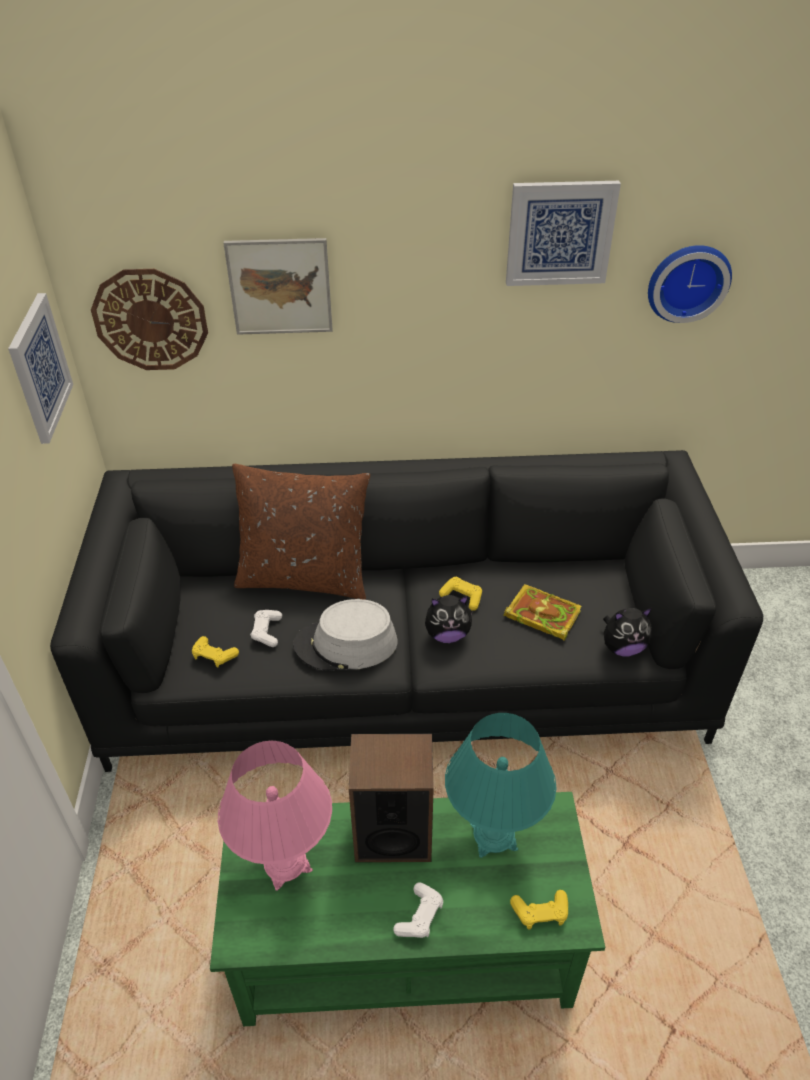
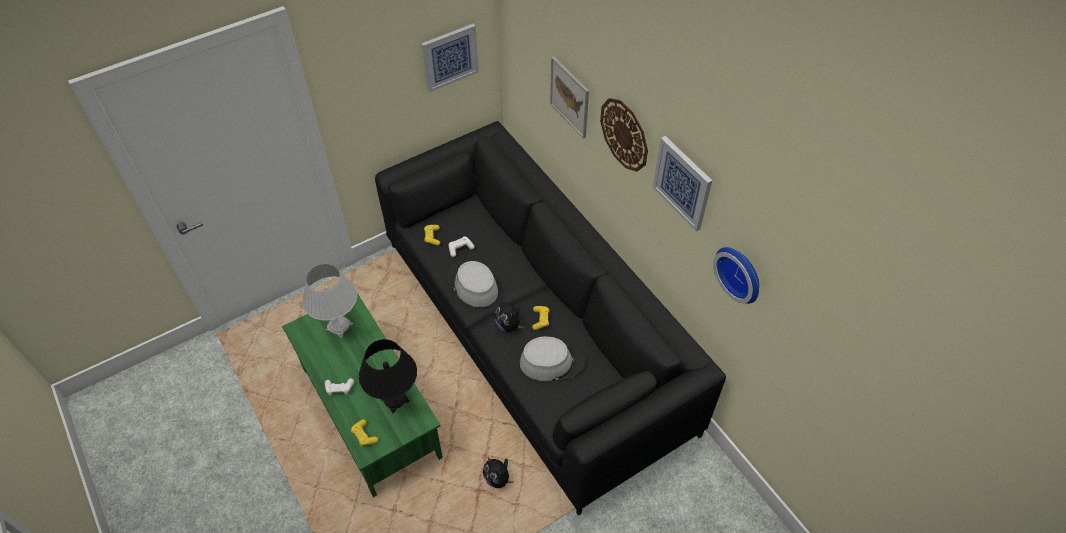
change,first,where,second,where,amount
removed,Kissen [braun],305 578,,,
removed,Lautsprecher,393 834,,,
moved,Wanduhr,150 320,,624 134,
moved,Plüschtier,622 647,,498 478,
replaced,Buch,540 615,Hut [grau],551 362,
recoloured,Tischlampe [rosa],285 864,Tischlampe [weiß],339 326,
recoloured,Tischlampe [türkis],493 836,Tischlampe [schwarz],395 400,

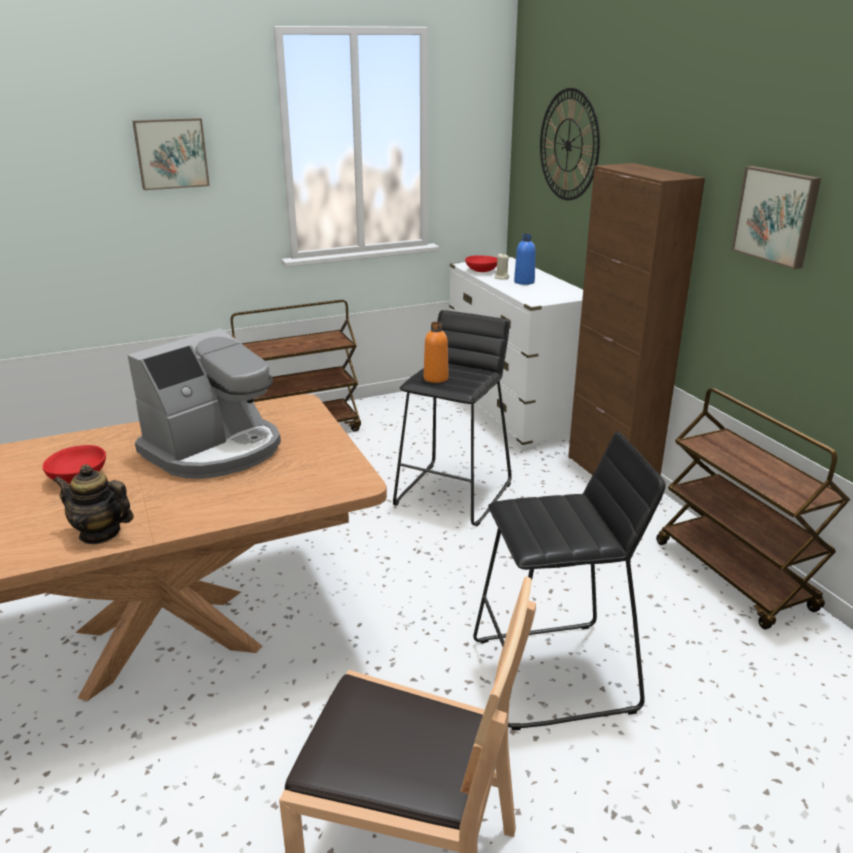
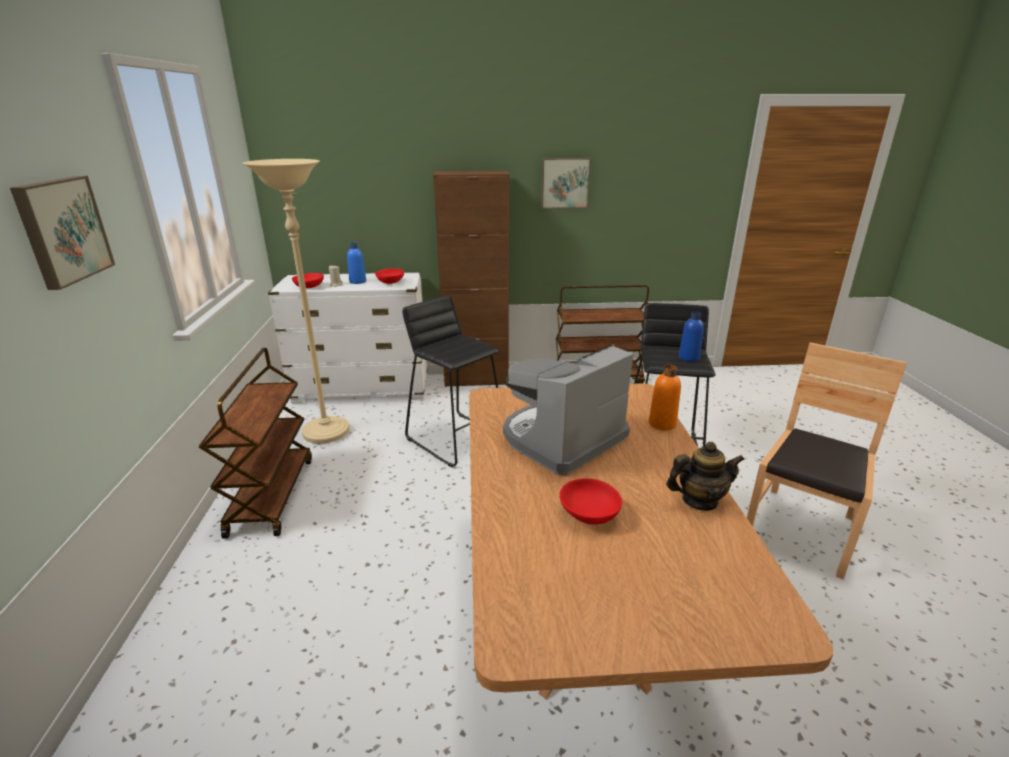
change,first,where,second,where,amount
removed,Wanduhr,568 145,,,
added,,,Stehlampe [beige],326 432,
added,,,Schüssel [rot],391 282,
added,,,Flasche [blau],689 357,
moved,Flasche [orange],436 378,,662 424,
turned,Teekanne,100 533,,699 500,135 degrees counterclockwise
turned,Kaffeemaschine,215 450,,562 439,105 degrees counterclockwise

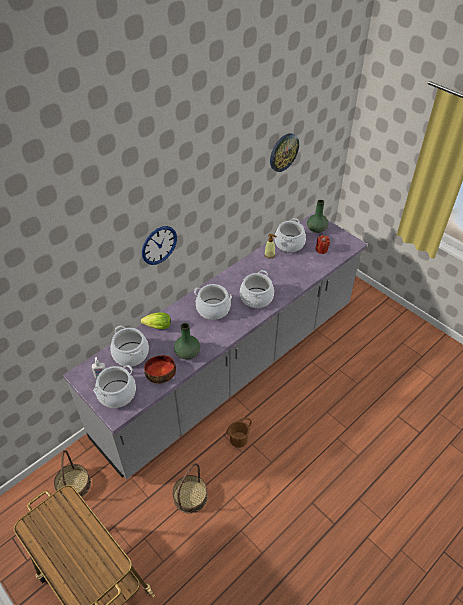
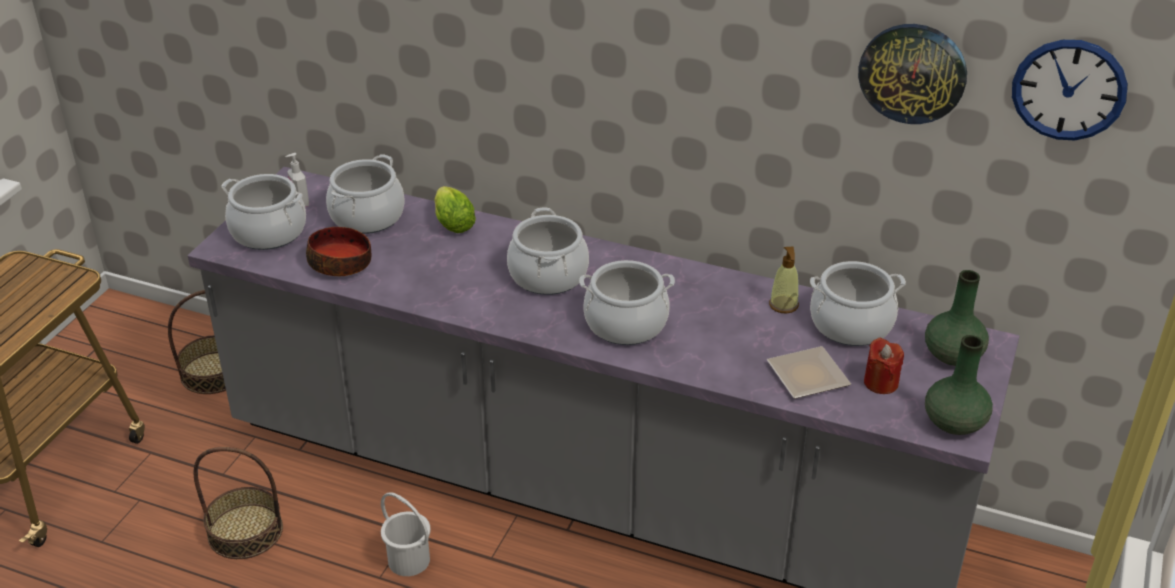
change,first,where,second,where,amount
added,,,Teller,808 374,
moved,Wanduhr,159 245,,1069 89,
moved,Vase [grün],187 353,,954 423,
recoloured,Eimer [braun],238 439,Eimer [weiß],409 559,

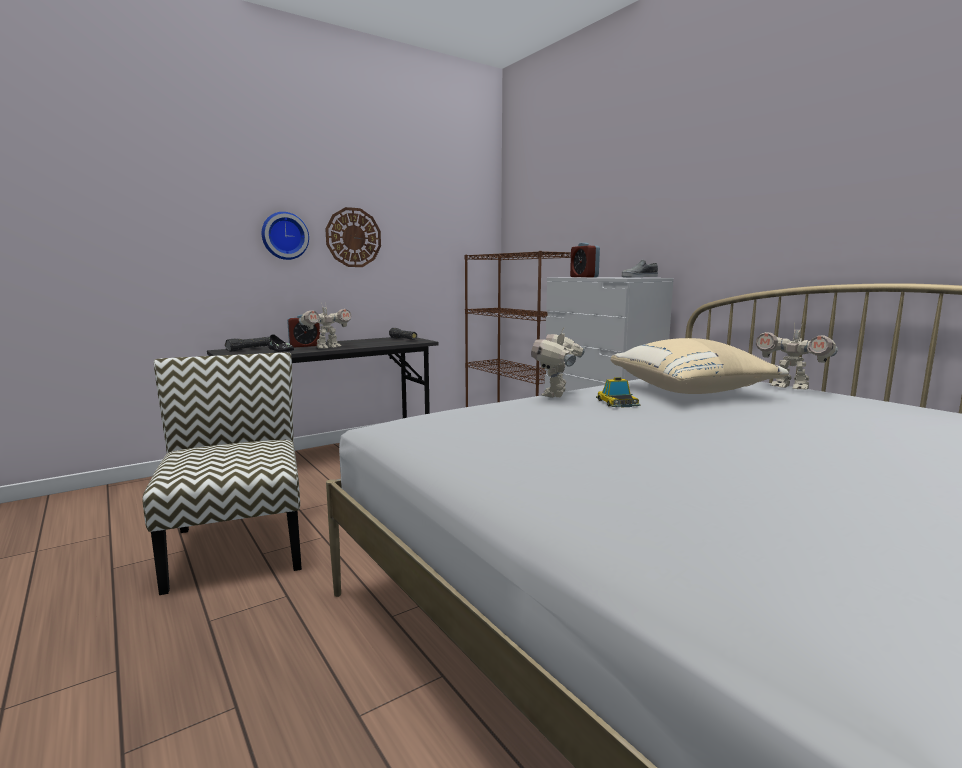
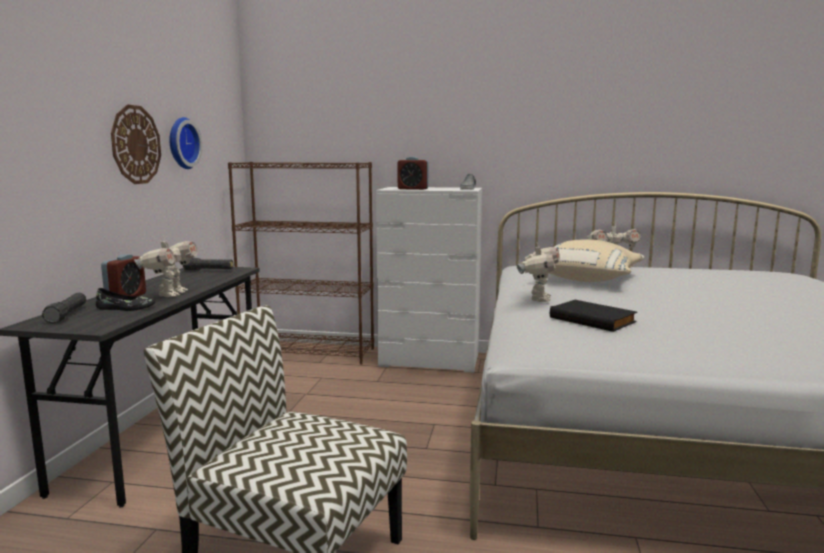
change,first,where,second,where,amount
removed,Spielzeugauto,617 403,,,
added,,,Buch [schwarz],593 319,
moved,Wanduhr,284 236,,181 143,
turned,Spielzeugroboter,556 395,,538 299,135 degrees counterclockwise

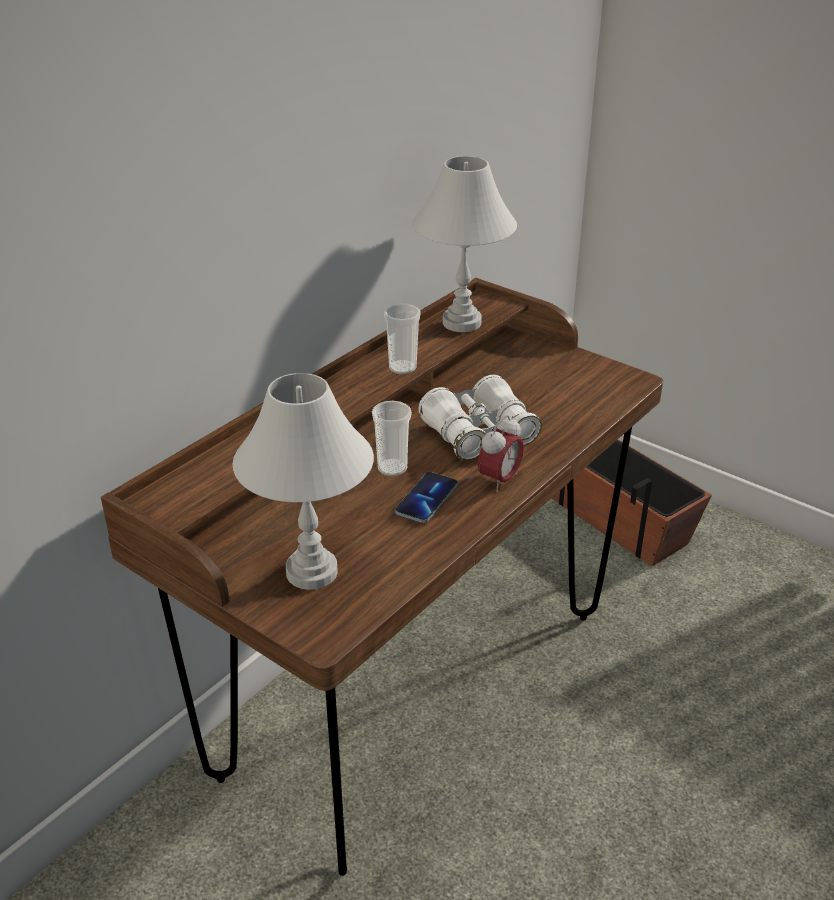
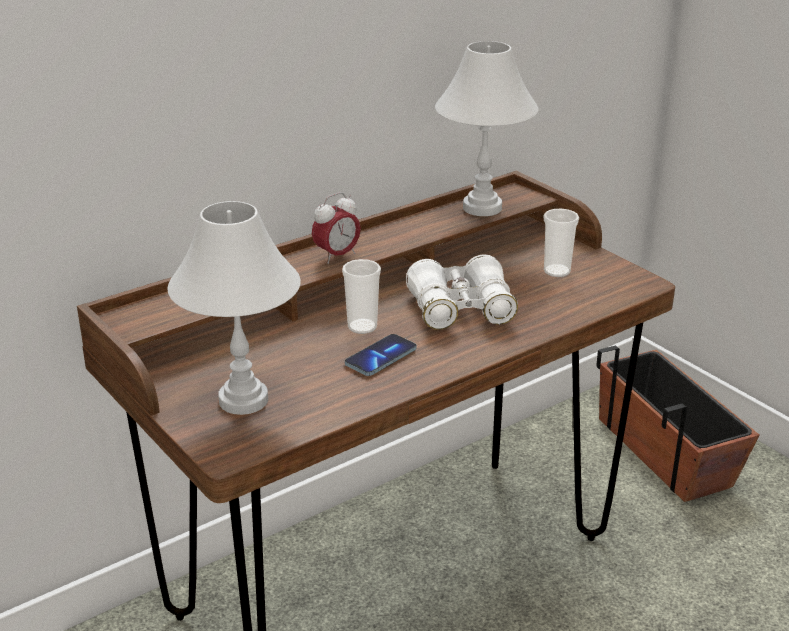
change,first,where,second,where,amount
moved,Tasse,402 368,,557 271,
moved,Wecker,499 480,,337 256,

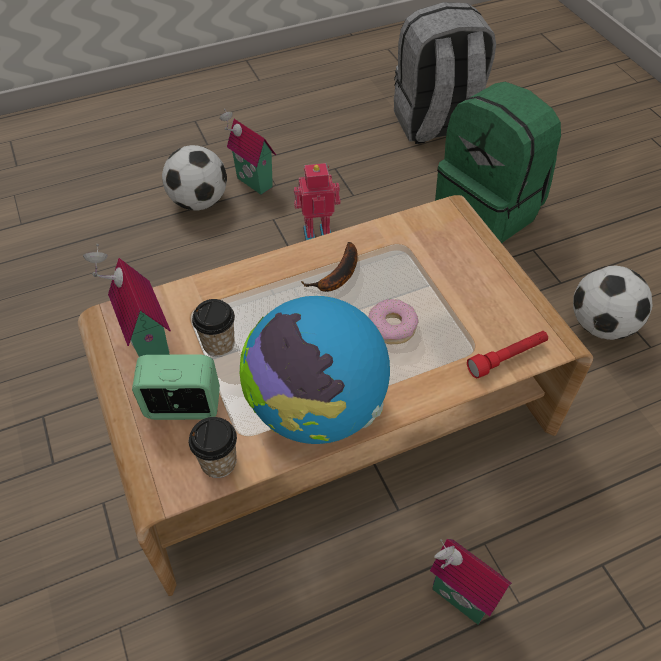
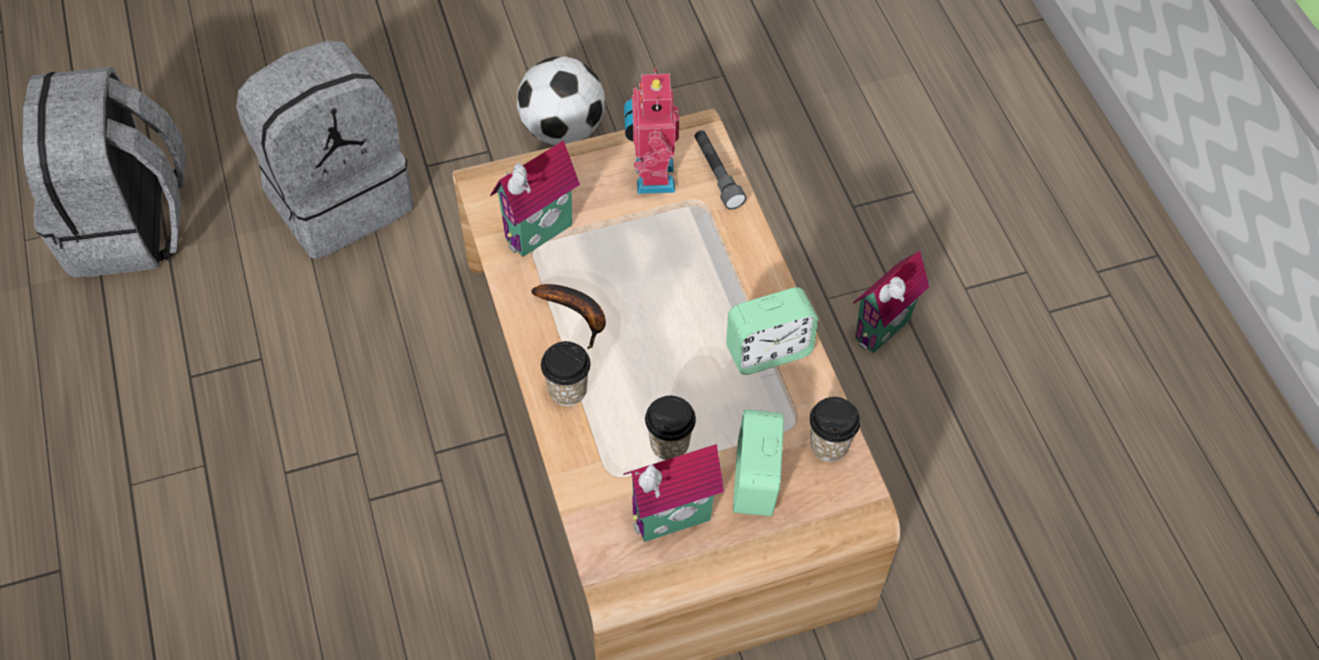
change,first,where,second,where,amount
removed,Fußball,199 202,,,
removed,Donut,391 327,,,
added,,,Tasse,567 390,
moved,Spielzeughaus,252 183,,541 236,
moved,Spielzeugroboter,317 233,,651 176,
replaced,Globus,316 409,Wecker,768 351,
recoloured,Rucksack [grün],489 209,Rucksack [grau],339 197,
recoloured,Taschenlampe [rot],507 358,Taschenlampe [grau],717 175,

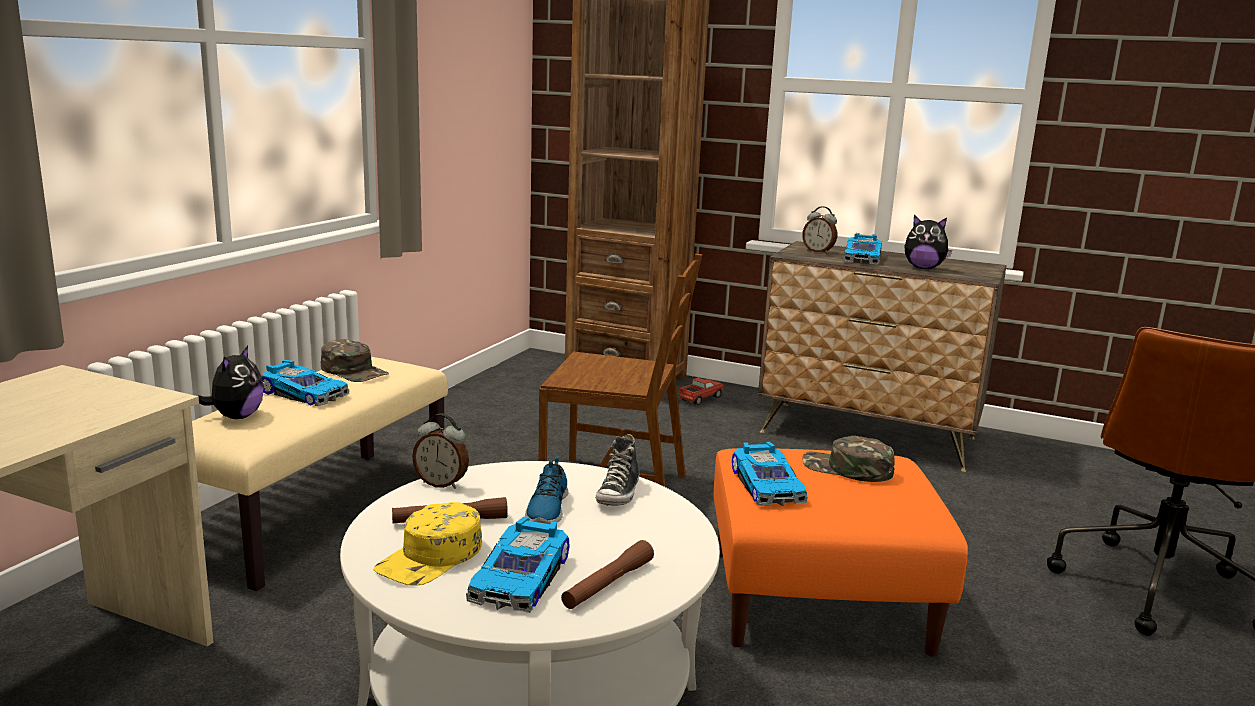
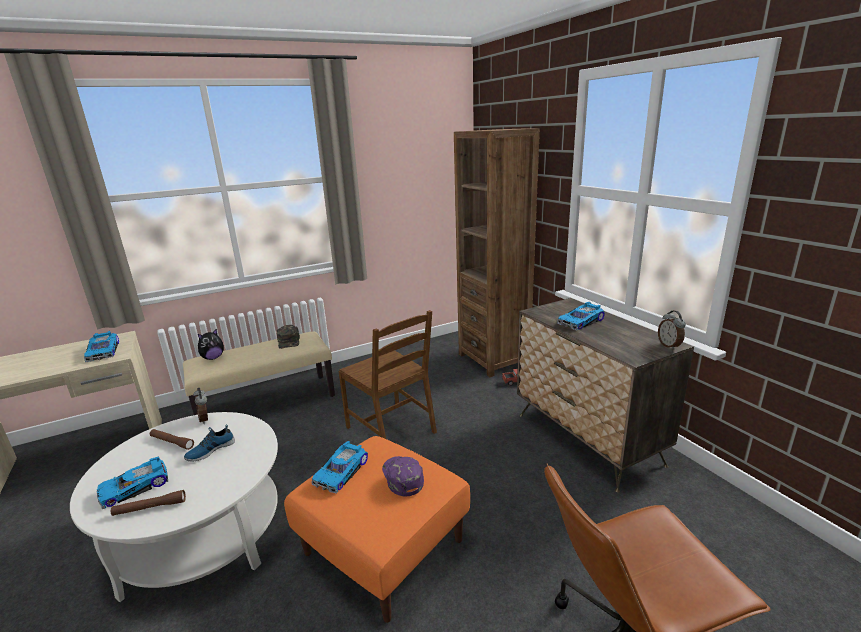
change,first,where,second,where,amount
removed,Kappe [gelb],431 557,,,
removed,Schuh,619 494,,,
removed,Plüschtier,923 268,,,
moved,Spielzeugauto,305 393,,104 351,
moved,Wecker,818 251,,669 345,
recoloured,Kappe [grün],847 468,Kappe [lila],402 477,

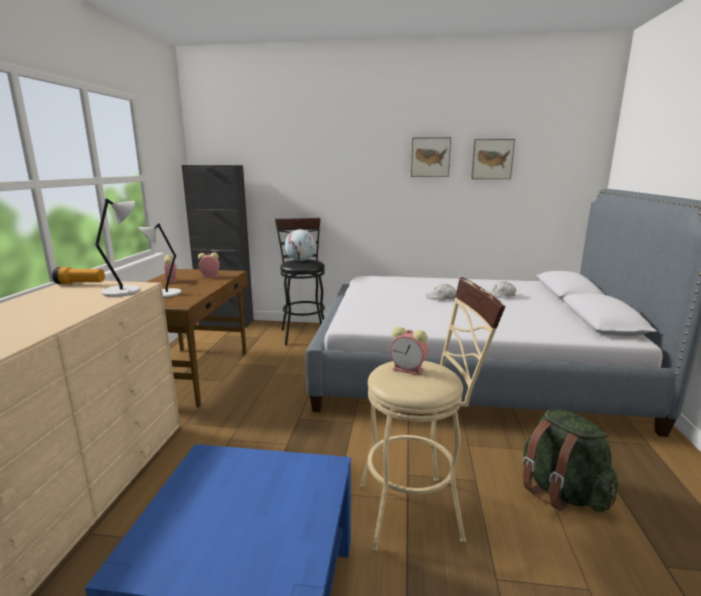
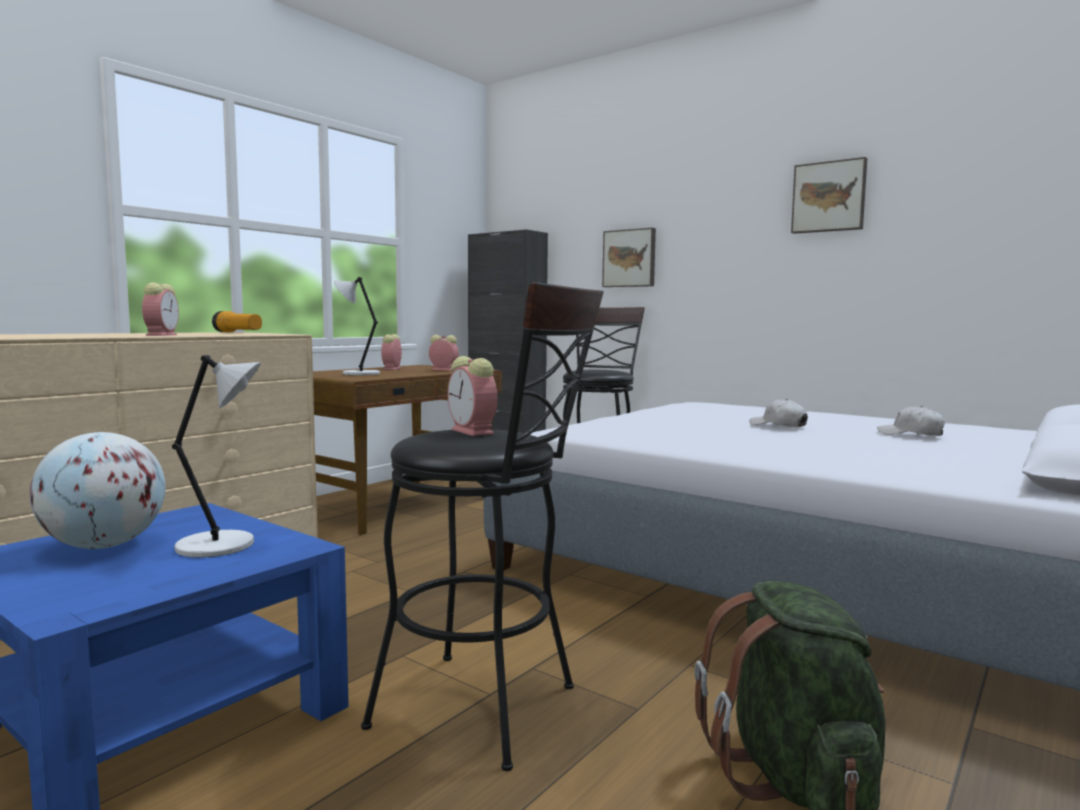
change,first,where,second,where,amount
added,,,Wecker,161 335,
moved,Tischlampe [grau],124 291,,220 545,
moved,Globus,301 260,,104 546,
moved,Bild,492 159,,630 258,
recoloured,Hocker [beige],418 510,Hocker [schwarz],490 710,

